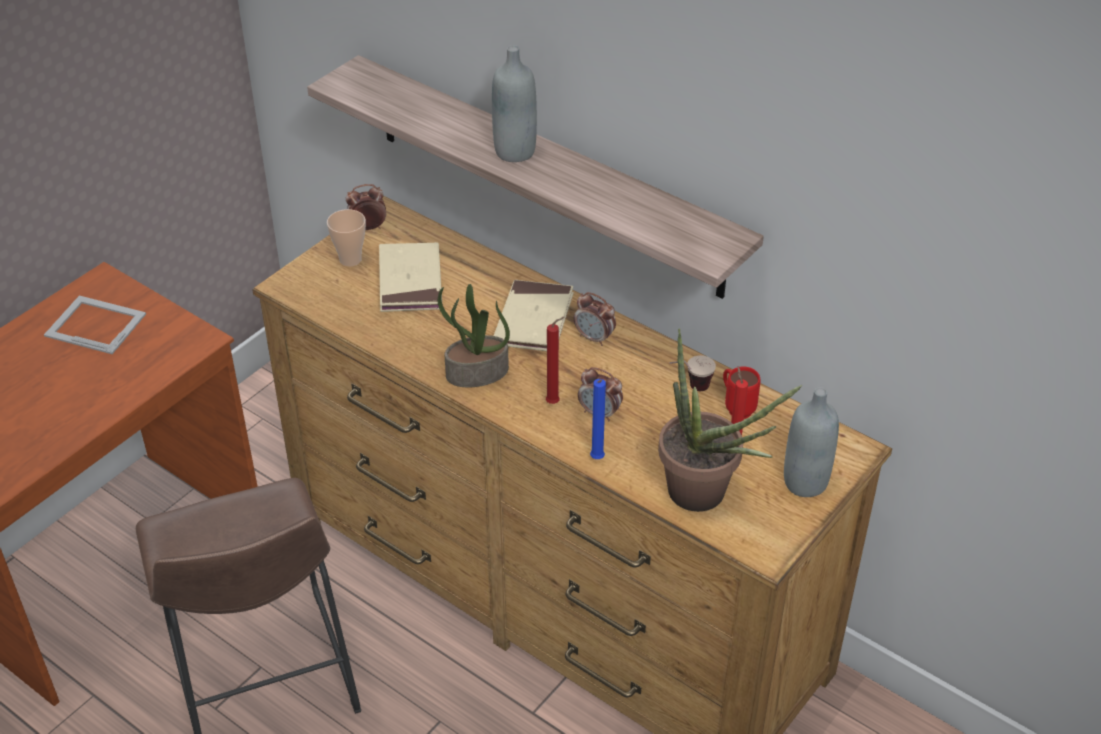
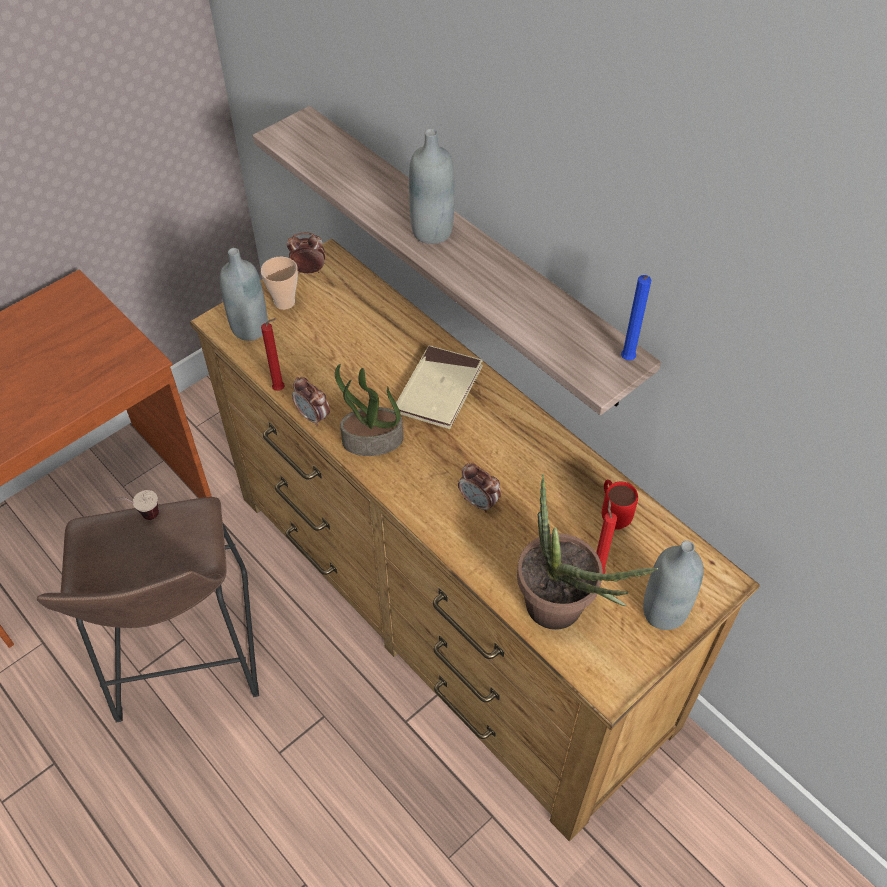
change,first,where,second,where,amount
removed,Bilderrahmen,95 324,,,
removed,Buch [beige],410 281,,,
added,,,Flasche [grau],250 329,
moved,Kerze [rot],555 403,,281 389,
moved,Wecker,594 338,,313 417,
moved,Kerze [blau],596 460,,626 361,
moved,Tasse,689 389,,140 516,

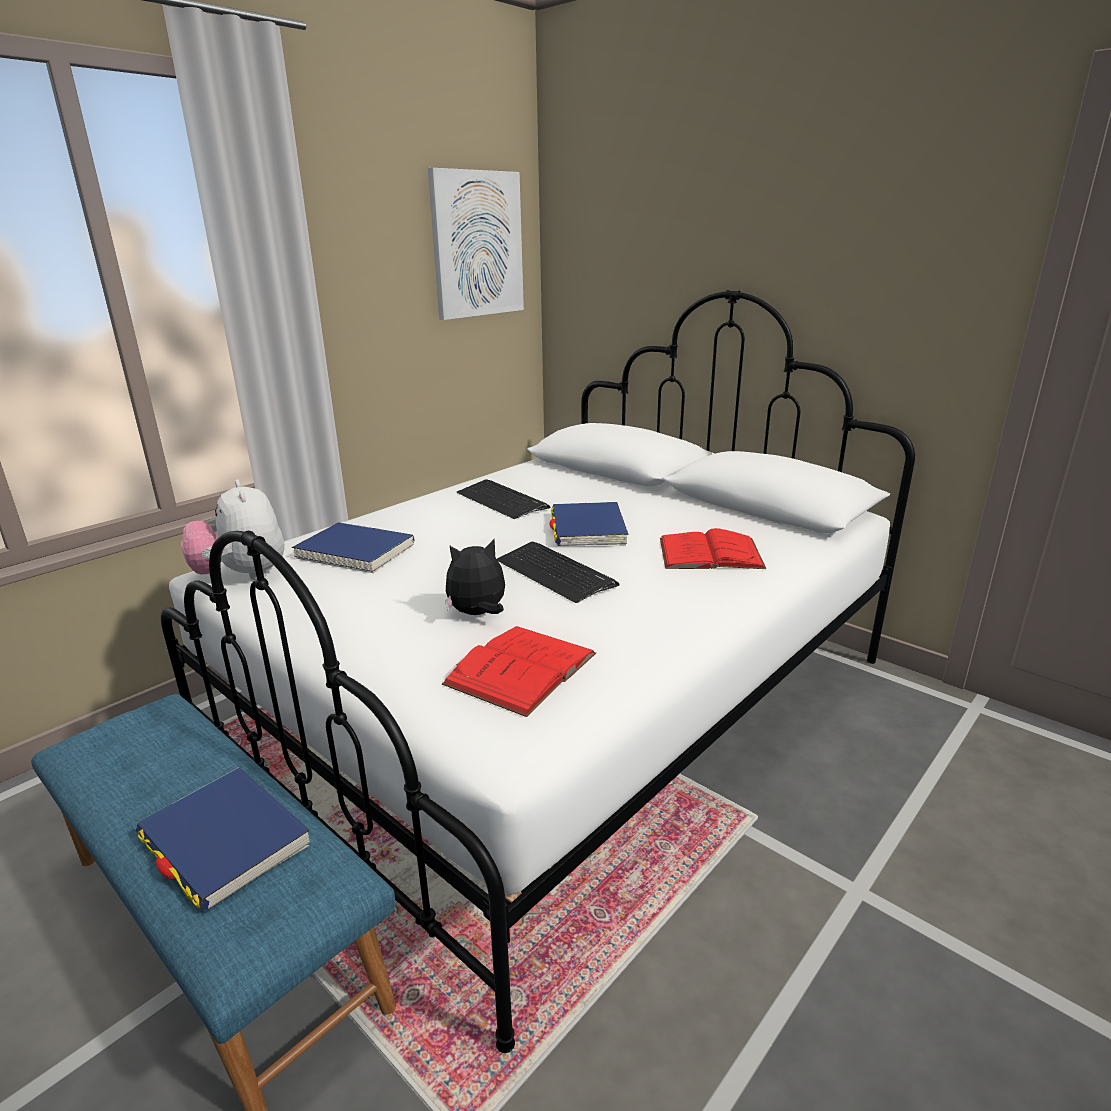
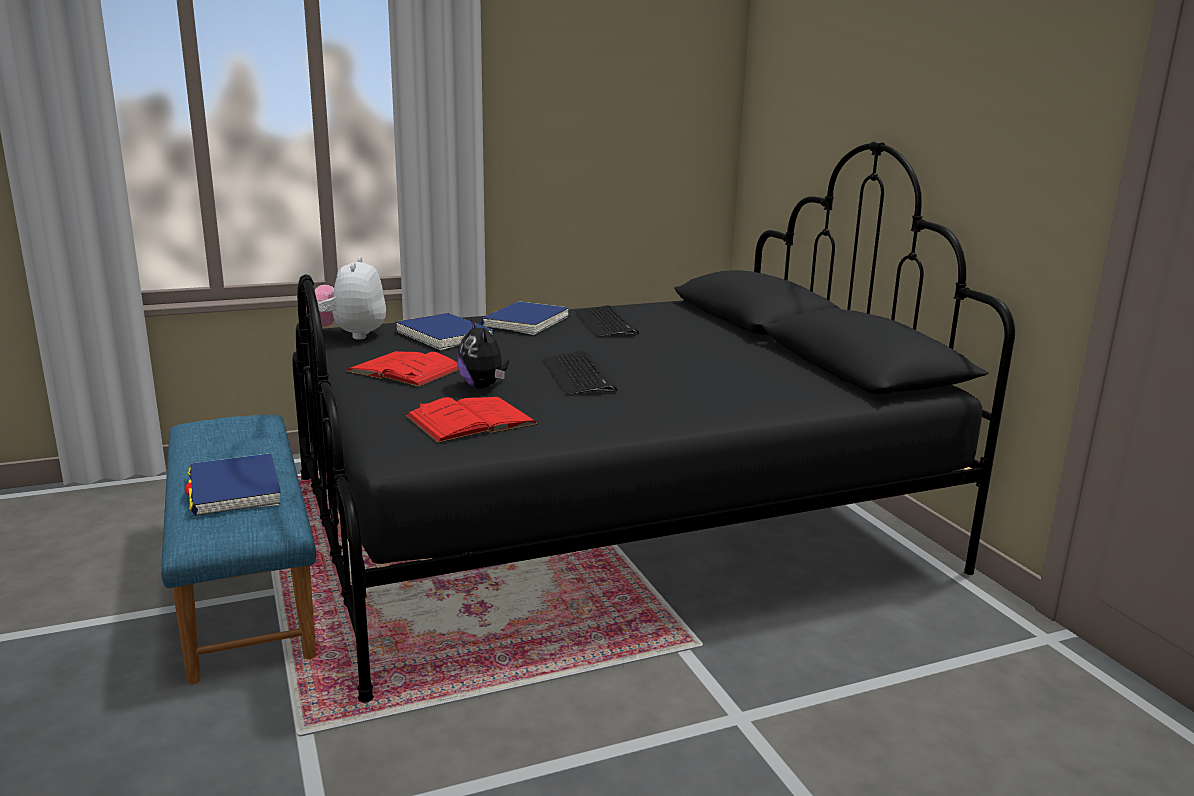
change,first,where,second,where,amount
removed,Bild,476 244,,,
moved,Buch [blau],587 529,,525 322,
moved,Buch [rot],710 553,,406 370,
recoloured,Bett [weiß],562 702,Bett [schwarz],610 524,
turned,Plüschtier,478 614,,483 386,120 degrees counterclockwise

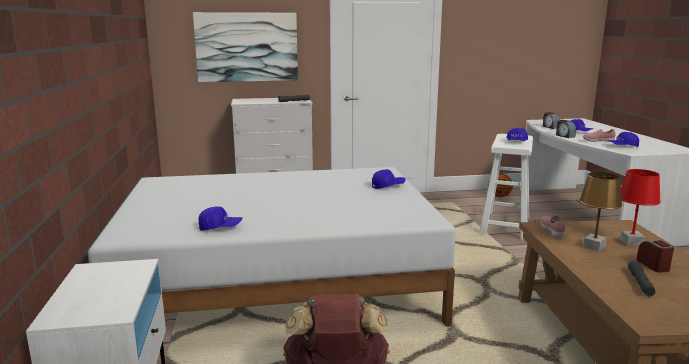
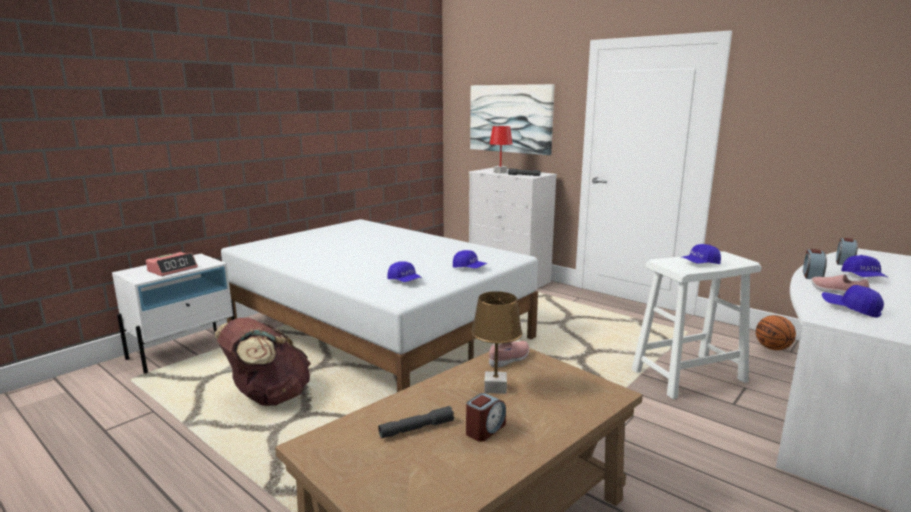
change,first,where,second,where,amount
added,,,Wecker,173 269,
moved,Kappe [blau],220 227,,404 281,
moved,Tischlampe [rot],631 242,,500 172,

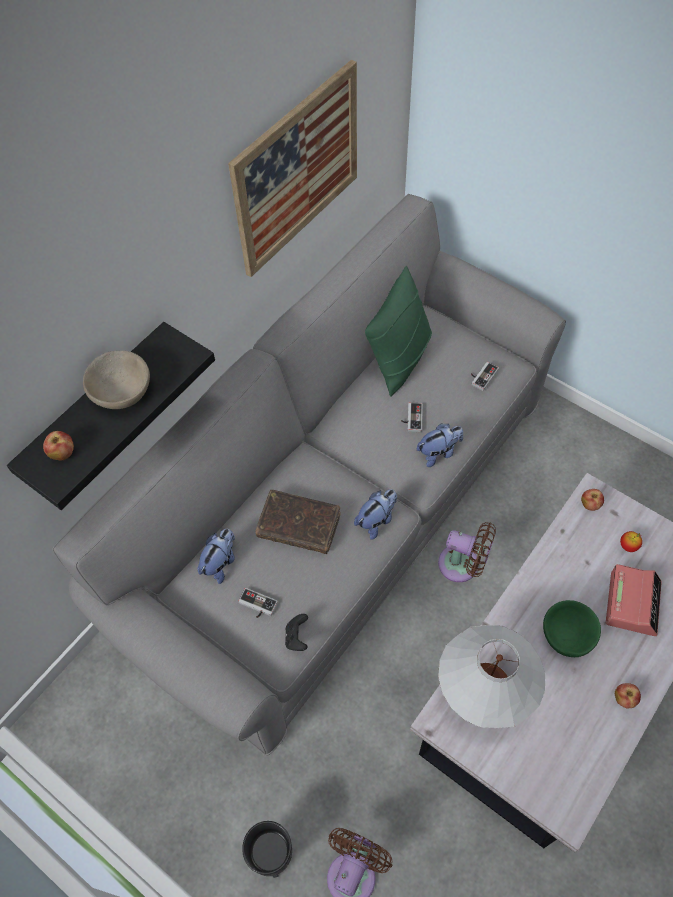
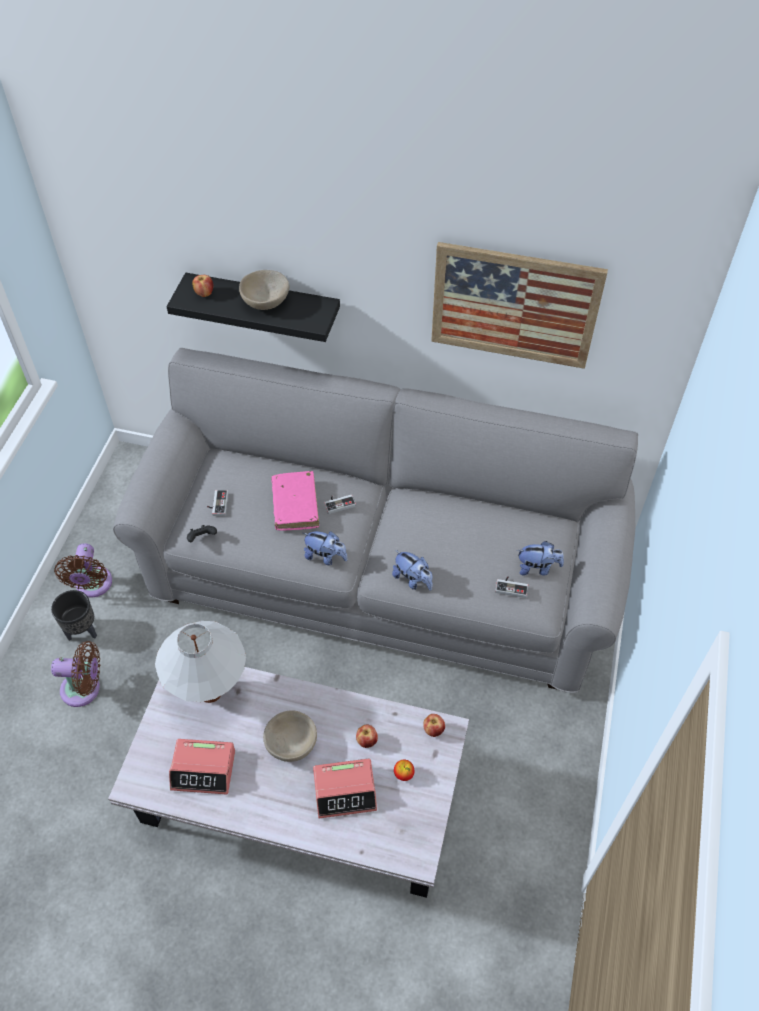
change,first,where,second,where,amount
removed,Kissen [grün],399 358,,,
added,,,Wecker,204 769,
moved,Plüschtier,220 563,,537 568,
moved,Gamepad,411 418,,339 503,
moved,Ventilator [braun],463 565,,93 586,
moved,Apfel,624 699,,367 741,
recoloured,Buch [braun],299 526,Buch [rosa],295 505,
recoloured,Schüssel [grün],566 635,Schüssel [beige],292 743,

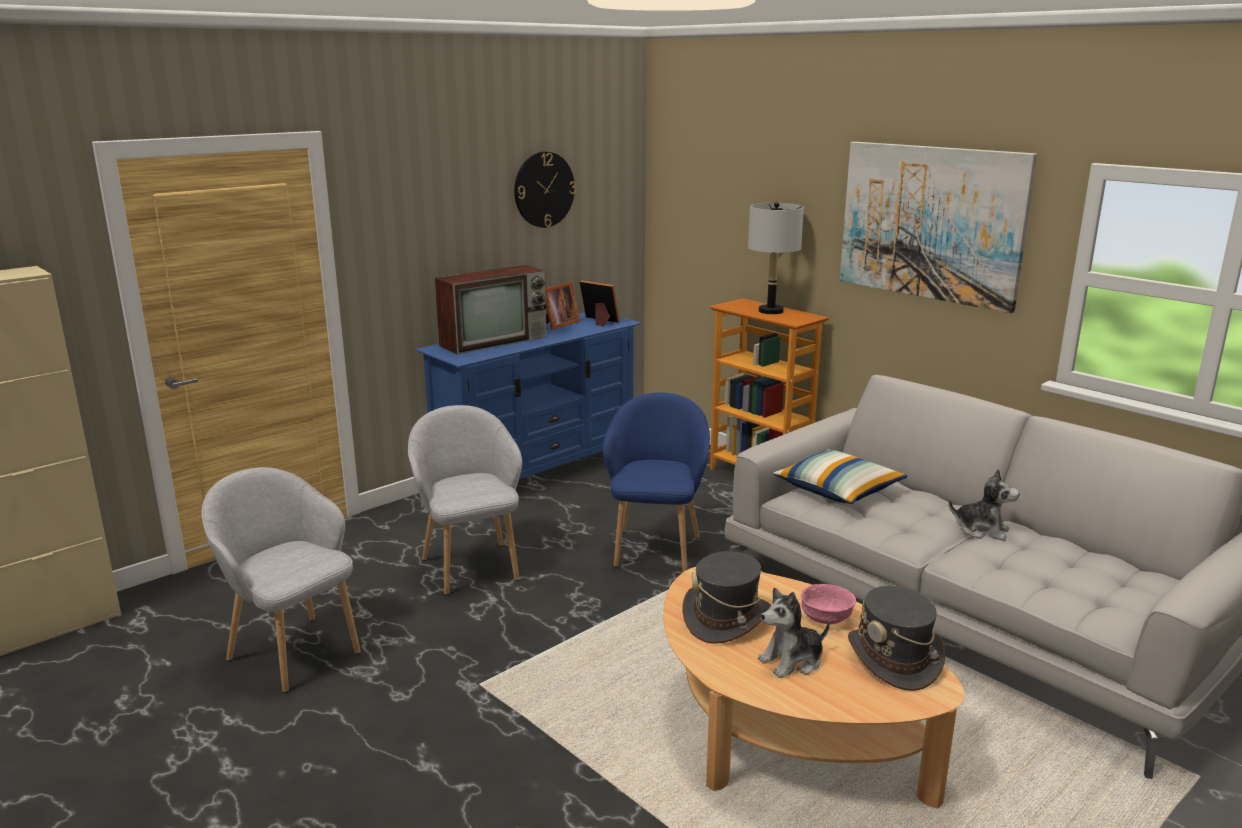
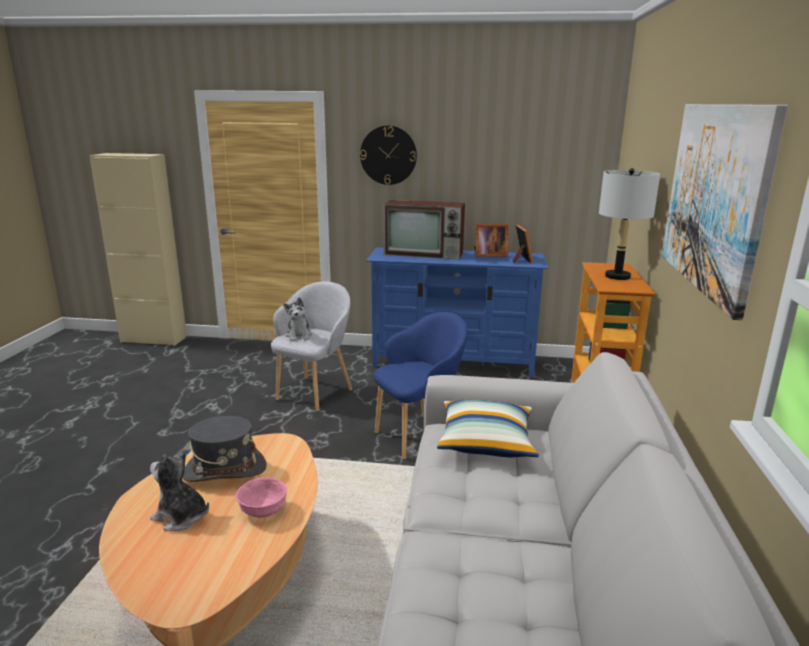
change,first,where,second,where,amount
removed,Sessel [grau],293 652,,,
removed,Hut [grau],894 659,,,
moved,Wanduhr,544 189,,388 155,
moved,Plüschtier,981 530,,299 336,

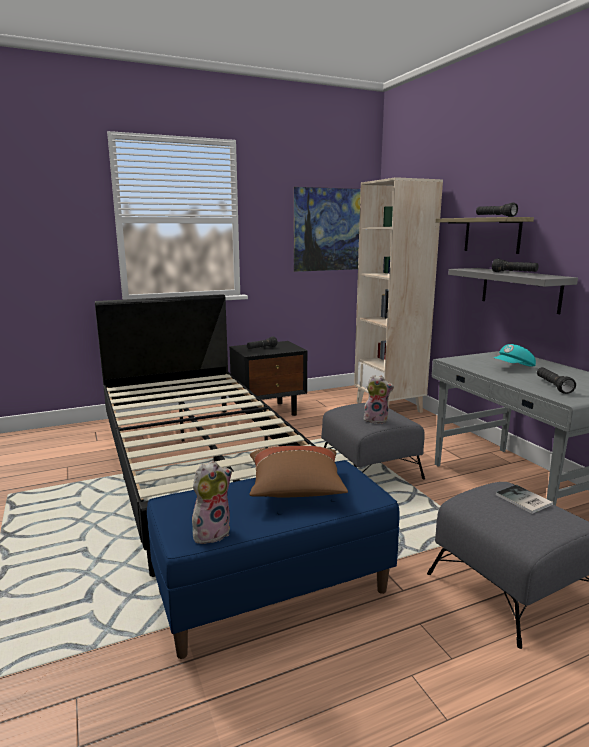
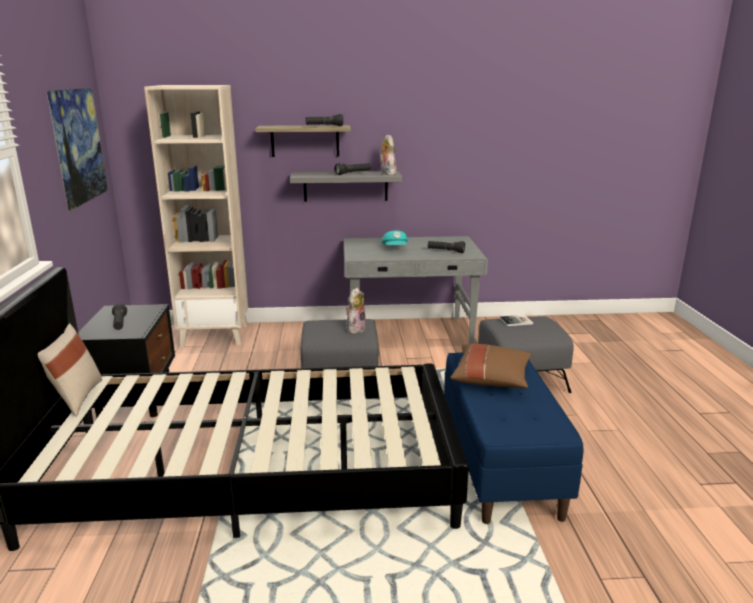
change,first,where,second,where,amount
added,,,Kissen [beige],76 398,
moved,Plüschtier,211 532,,387 174,

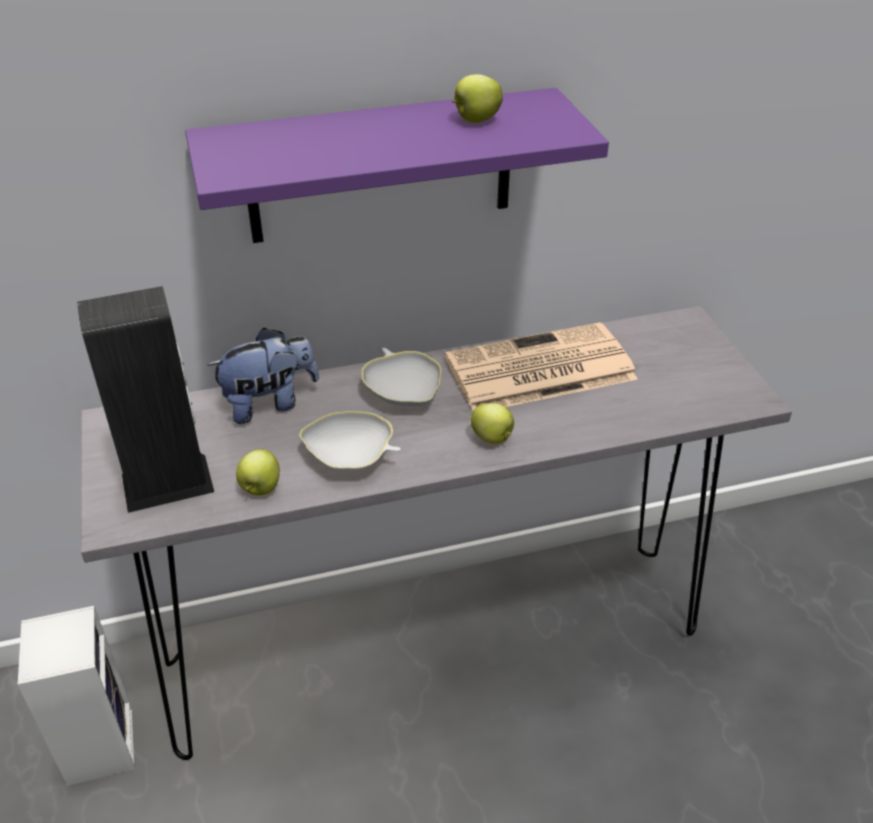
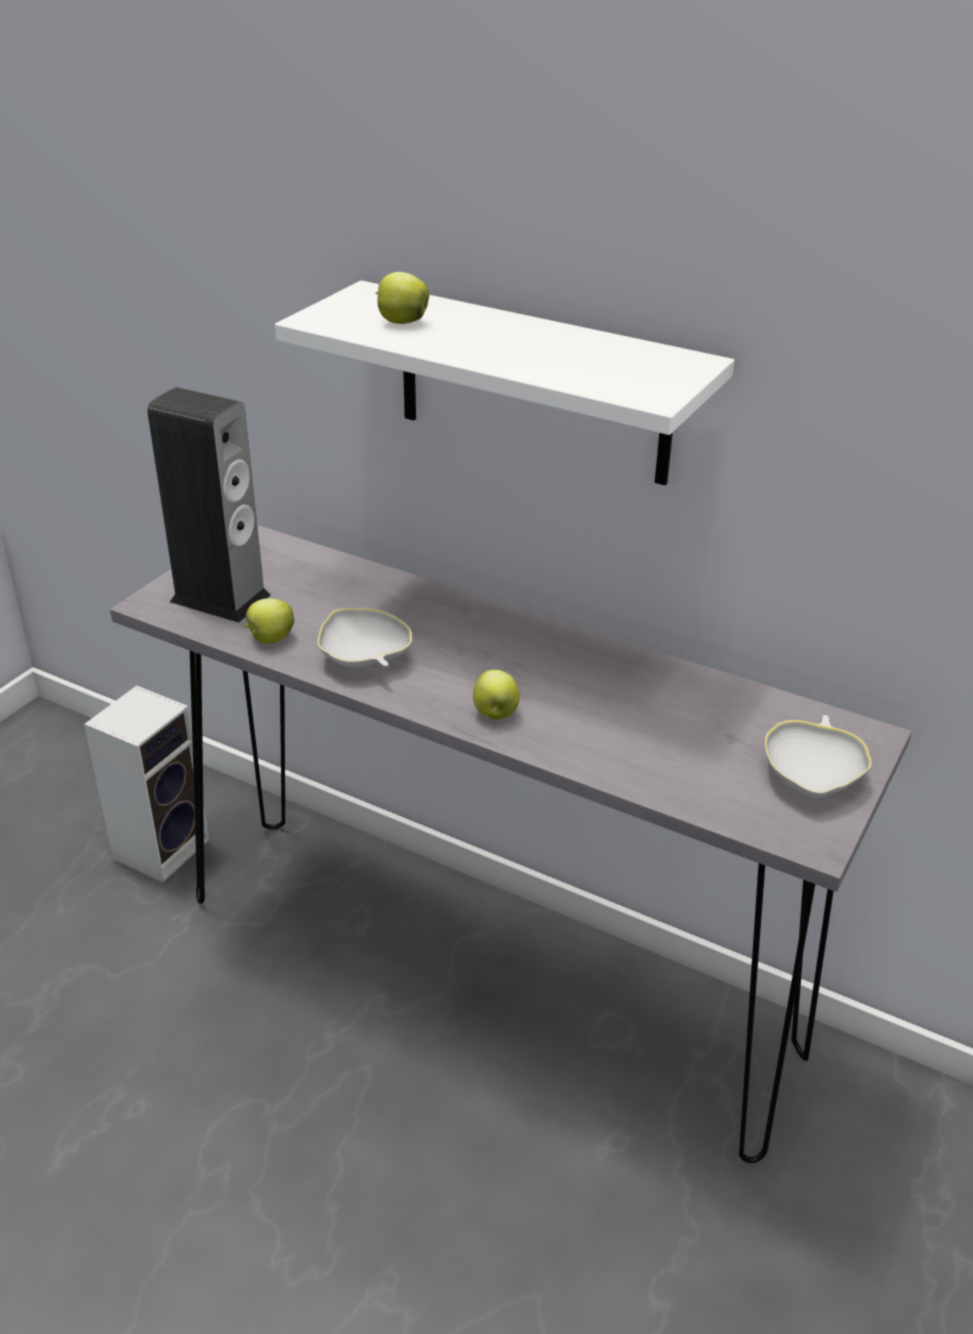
change,first,where,second,where,amount
removed,Plüschtier,269 403,,,
removed,Zeitung,537 370,,,
moved,Schüssel [weiß],403 393,,812 776,
moved,Apfel,475 120,,401 322,
recoloured,Wandregal [lila],380 167,Wandregal [weiß],533 384,

